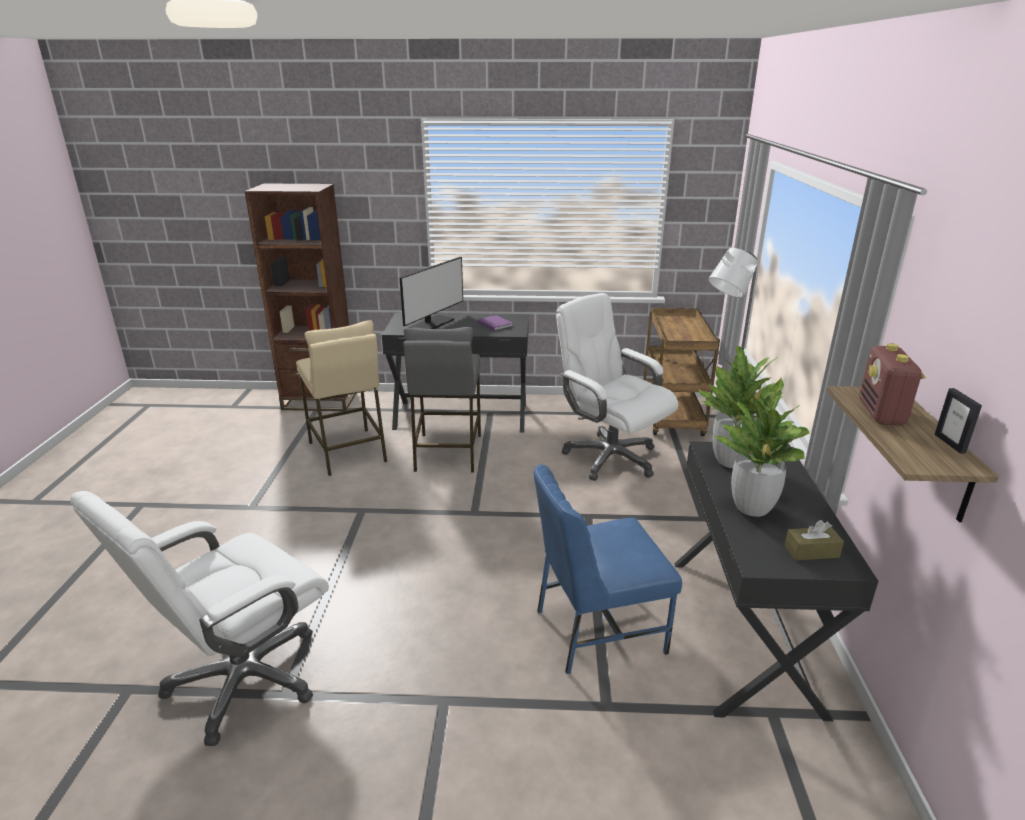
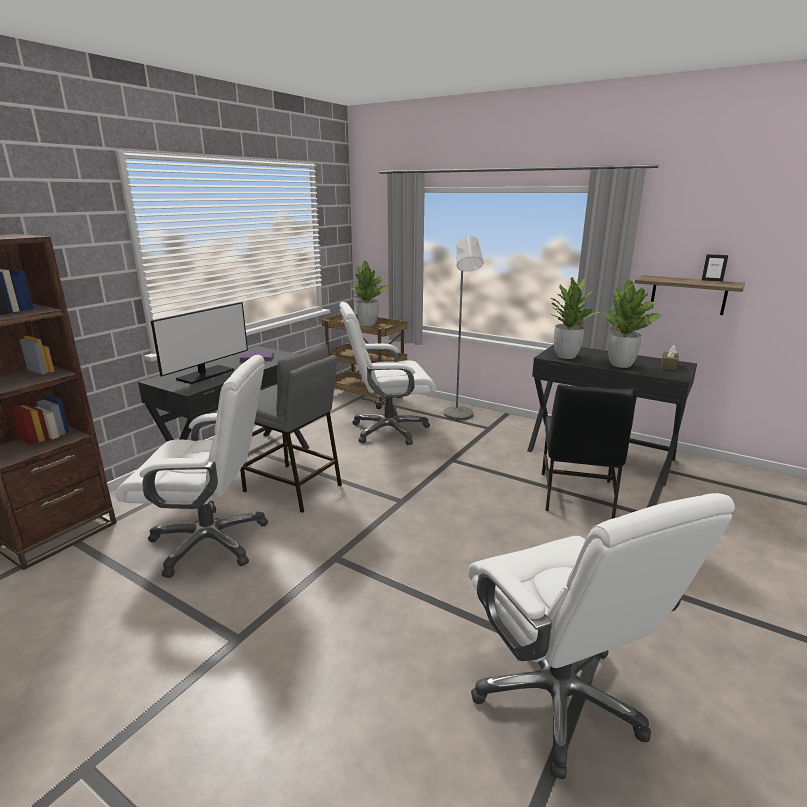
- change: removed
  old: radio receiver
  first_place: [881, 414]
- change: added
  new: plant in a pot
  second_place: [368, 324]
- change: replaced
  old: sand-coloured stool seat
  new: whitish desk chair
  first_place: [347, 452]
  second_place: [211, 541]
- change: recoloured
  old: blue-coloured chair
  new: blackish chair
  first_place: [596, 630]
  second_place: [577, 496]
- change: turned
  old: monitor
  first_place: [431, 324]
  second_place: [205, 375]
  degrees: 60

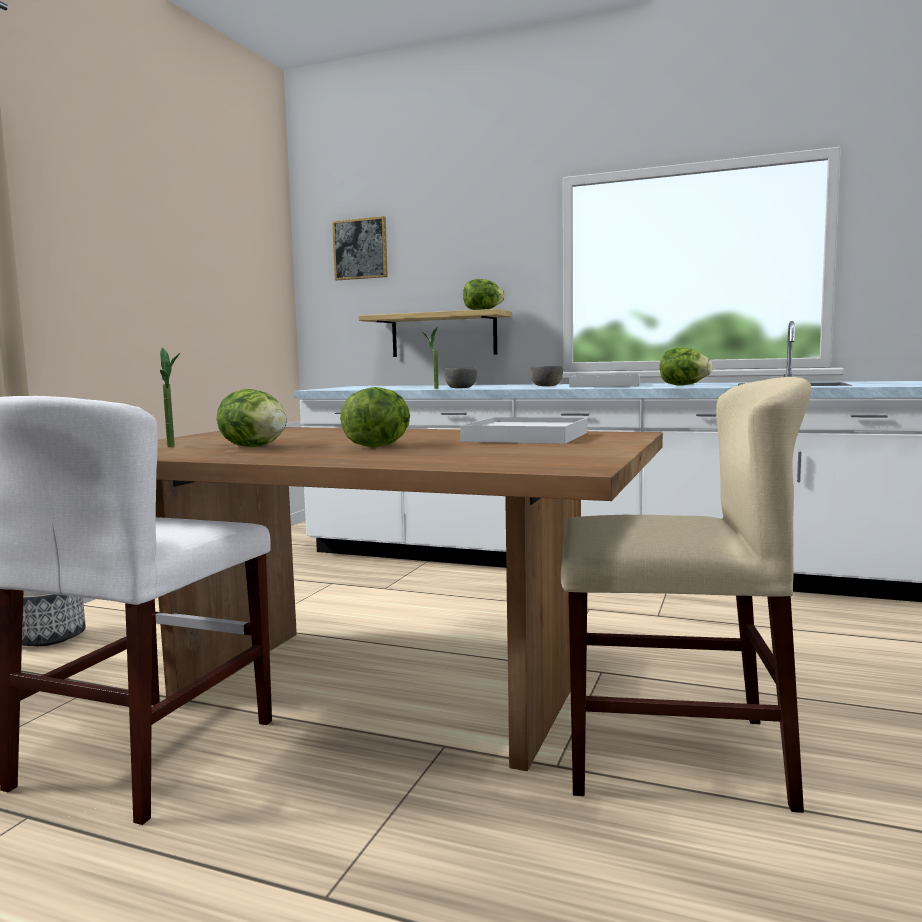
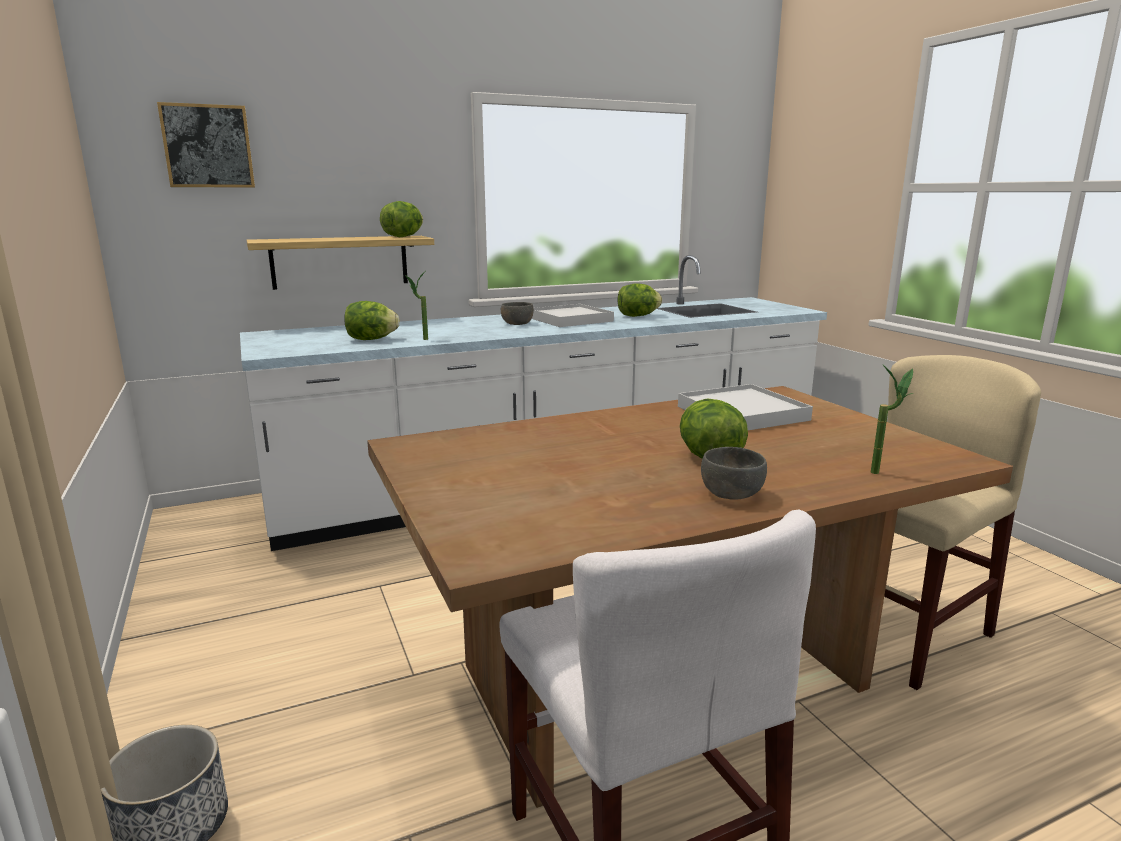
- change: moved
  old: plant in a pot
  first_place: [174, 447]
  second_place: [882, 472]
- change: moved
  old: lettuce head
  first_place: [254, 447]
  second_place: [371, 340]
- change: moved
  old: grey serving bowl
  first_place: [461, 388]
  second_place: [731, 493]

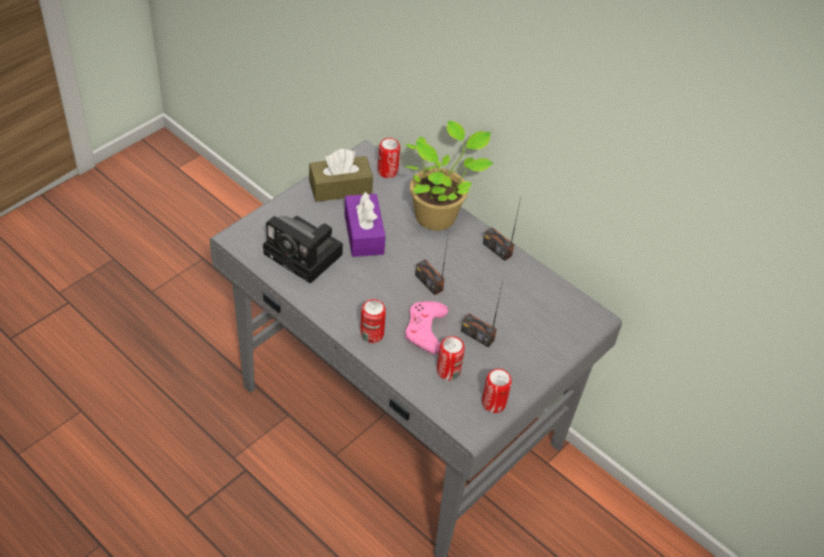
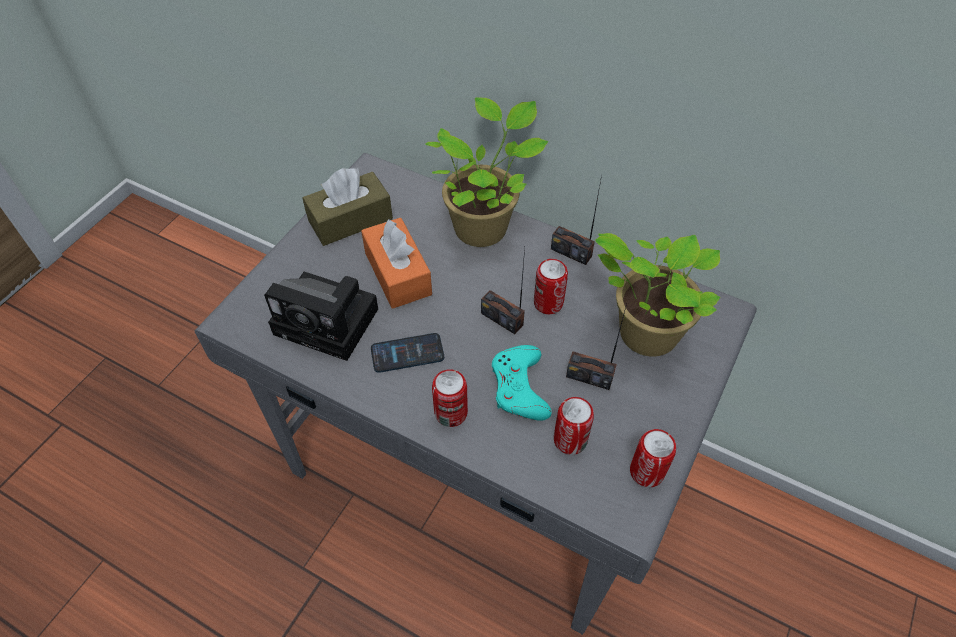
- change: added
  new: handset
  second_place: [407, 353]
- change: added
  new: plant in a pot
  second_place: [643, 334]
- change: moved
  old: sealed can
  first_place: [387, 171]
  second_place: [548, 303]
- change: recoloured
  old: purple-coloured box of tissues
  new: orange box of tissues
  first_place: [364, 234]
  second_place: [398, 273]
- change: recoloured
  old: pink game controller
  new: turquoise game controller
  first_place: [425, 330]
  second_place: [519, 387]

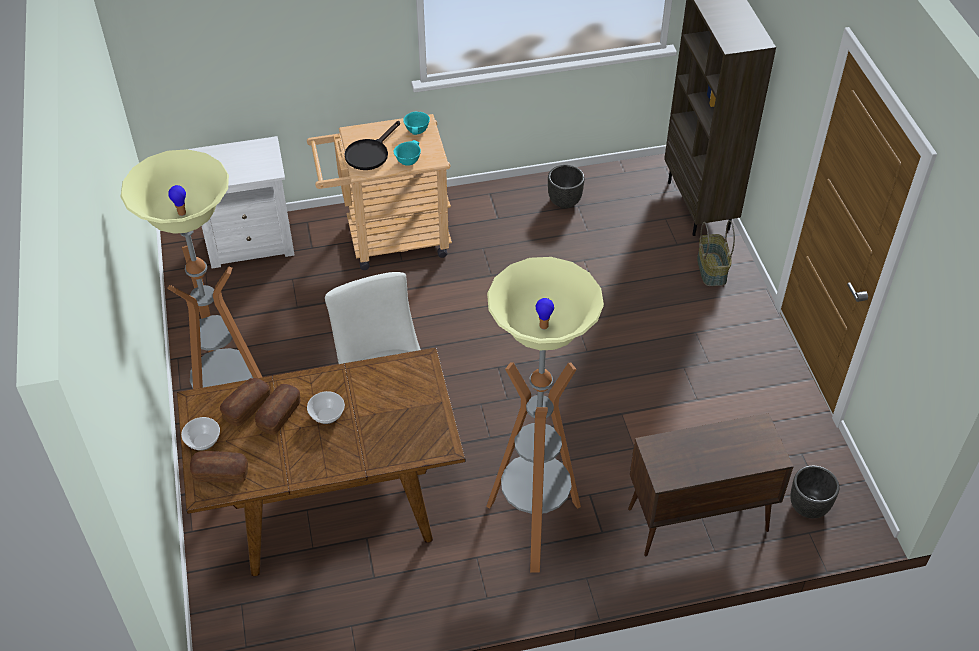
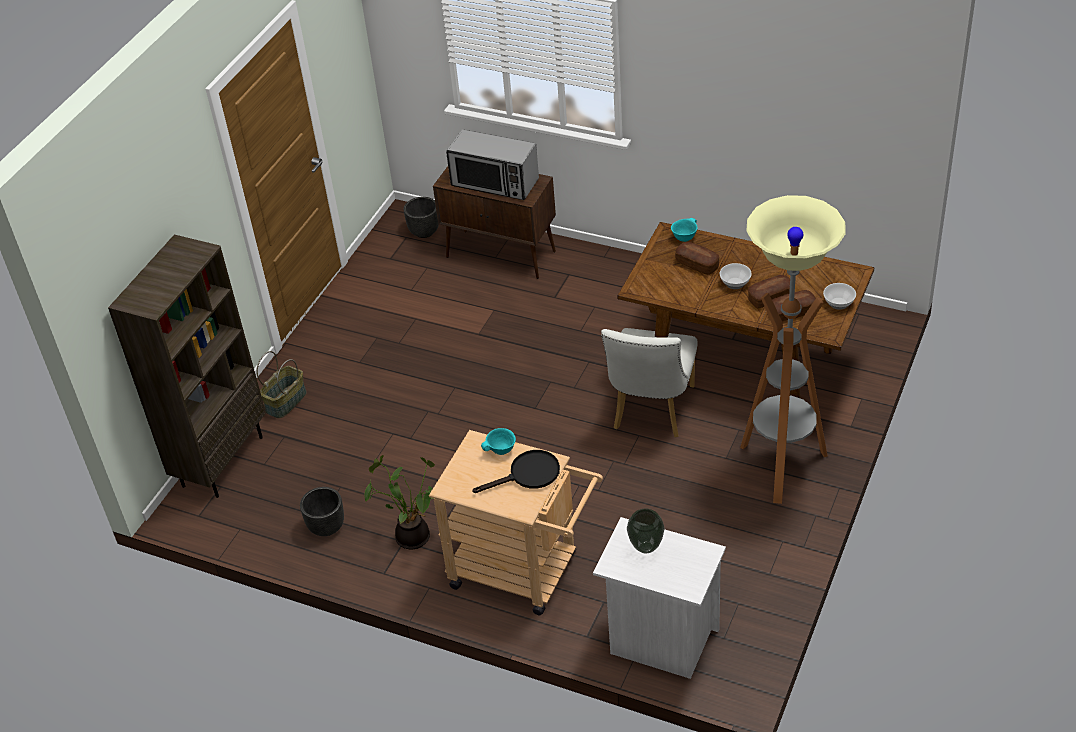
- change: removed
  old: standard lamp
  first_place: [534, 526]
- change: added
  new: plant in a pot
  second_place: [414, 535]
- change: added
  new: kitchen microwave
  second_place: [494, 183]
- change: added
  new: decorative vase
  second_place: [645, 547]
- change: moved
  old: bakery bread
  first_place: [221, 473]
  second_place: [697, 264]
- change: moved
  old: turquoise serving bowl
  first_place: [417, 131]
  second_place: [684, 237]

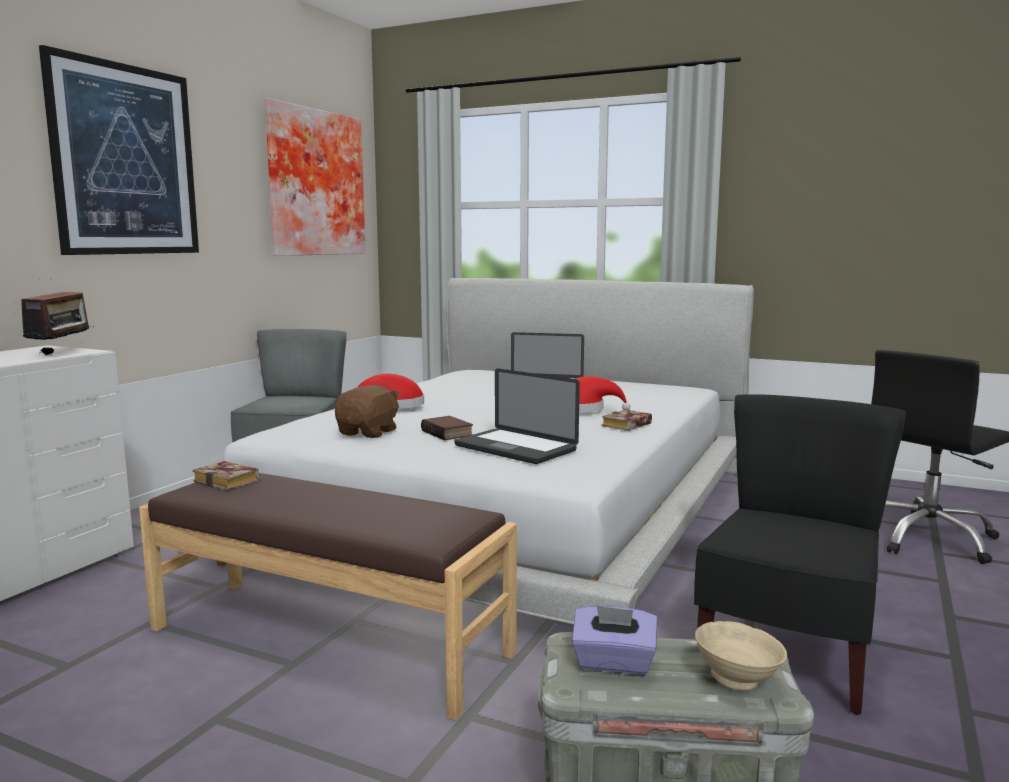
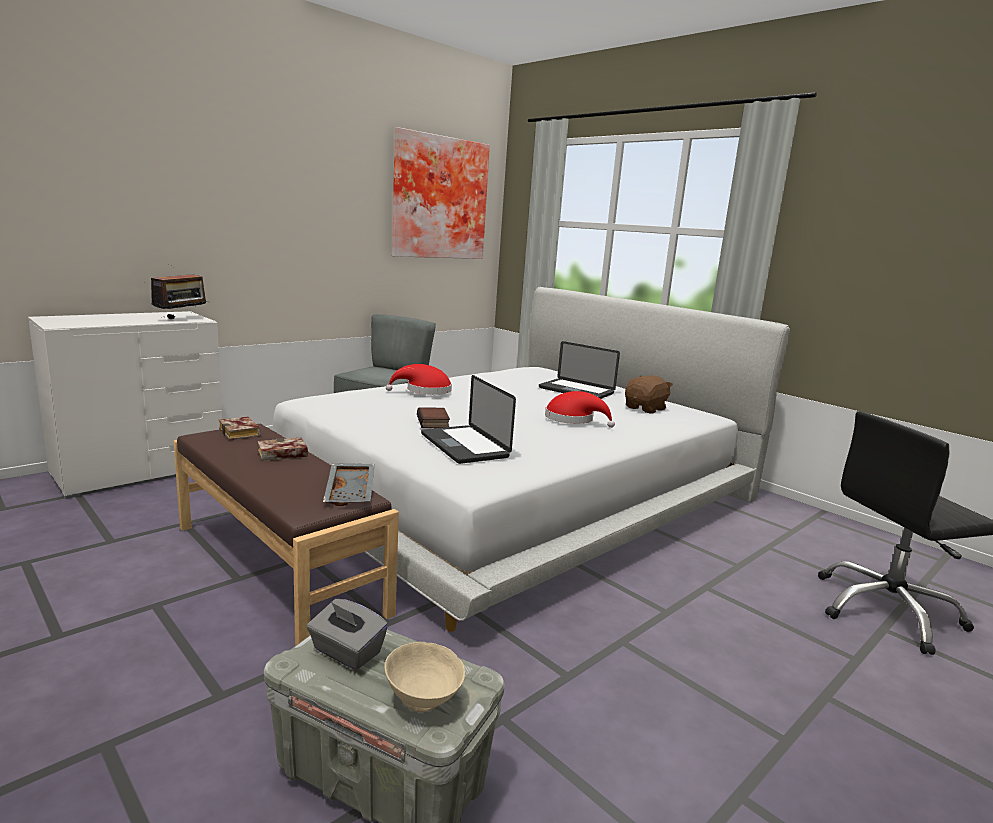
- change: removed
  old: wall art
  first_place: [125, 160]
- change: removed
  old: blackish chair
  first_place: [787, 656]
- change: added
  new: grey carrying tray
  second_place: [351, 492]
- change: moved
  old: brownish cuddly toy
  first_place: [368, 432]
  second_place: [645, 408]
- change: moved
  old: bound book
  first_place: [627, 425]
  second_place: [280, 455]
- change: recoloured
  old: purple-coloured box of tissues
  new: grey box of tissues
  first_place: [613, 663]
  second_place: [346, 652]

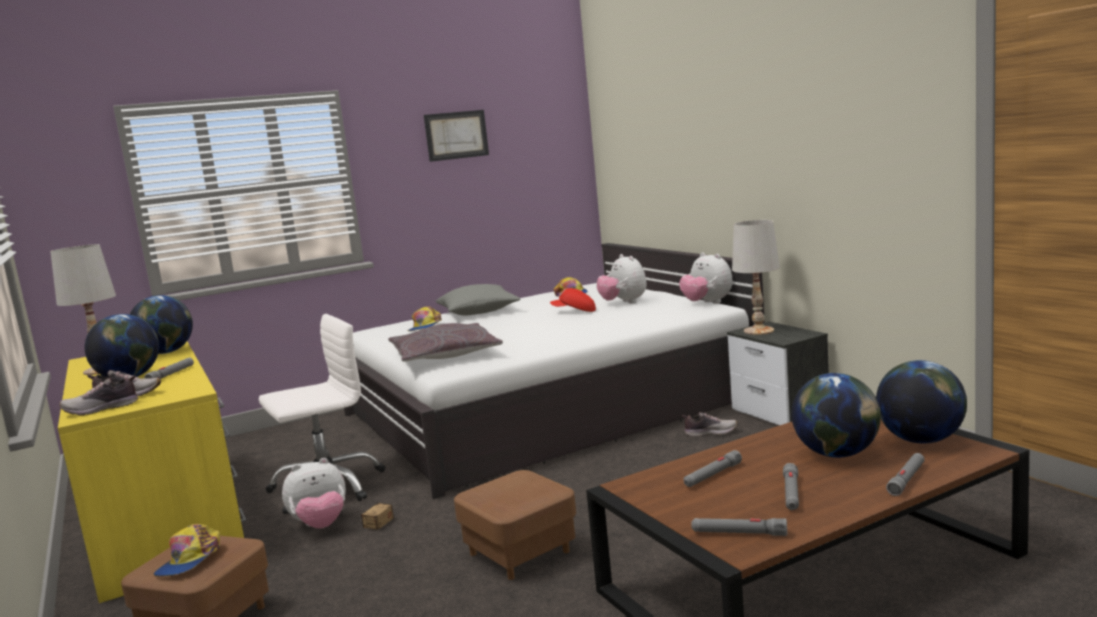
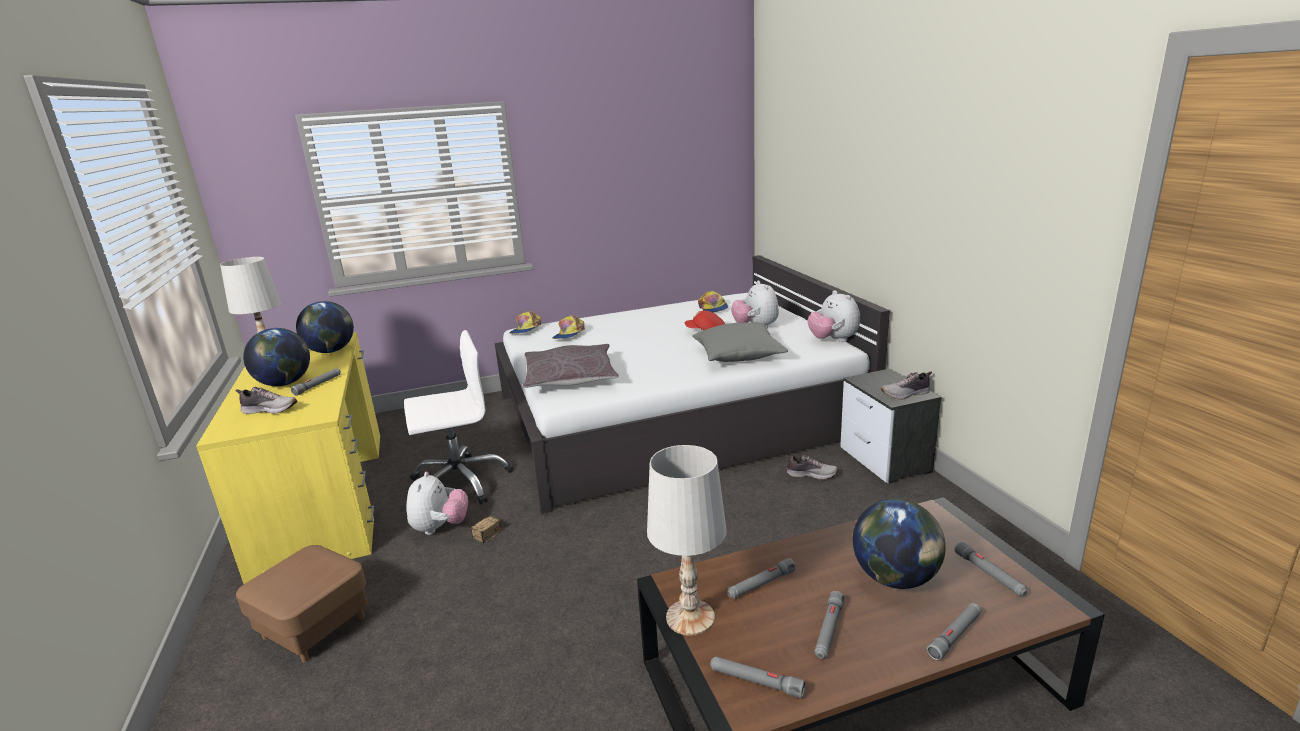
- change: removed
  old: wall art
  first_place: [456, 135]
- change: removed
  old: brownish footrest
  first_place: [520, 552]
- change: moved
  old: shoe
  first_place: [102, 409]
  second_place: [906, 394]
- change: moved
  old: baseball cap
  first_place: [190, 561]
  second_place: [526, 329]
- change: moved
  old: grey pillow
  first_place: [478, 312]
  second_place: [738, 355]
- change: moved
  old: whitish tabletop lamp
  first_place: [758, 330]
  second_place: [690, 617]
- change: replaced
  old: globe
  new: grey torch
  first_place: [920, 440]
  second_place: [989, 574]
- change: turned
  old: cuddly toy
  first_place: [320, 525]
  second_place: [440, 528]
  degrees: -75

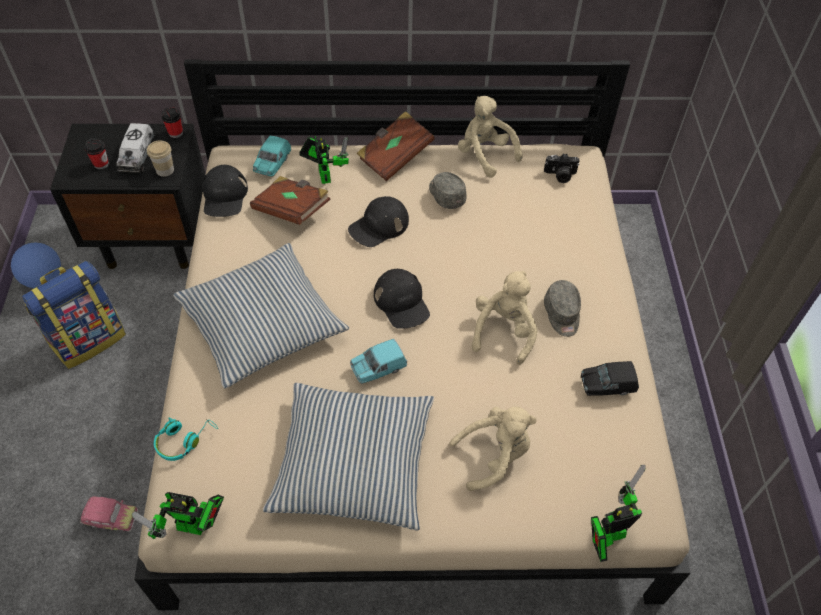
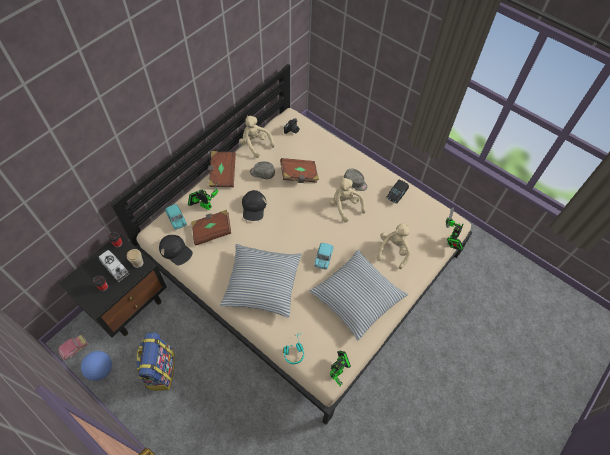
- change: removed
  old: blackish baseball cap
  first_place: [401, 302]
- change: added
  new: brownish bound book
  second_place: [299, 175]
- change: moved
  old: miniature car
  first_place: [111, 518]
  second_place: [74, 348]
- change: turned
  old: sand-coloured cuddly toy
  first_place: [485, 154]
  second_place: [255, 144]
  degrees: 45

